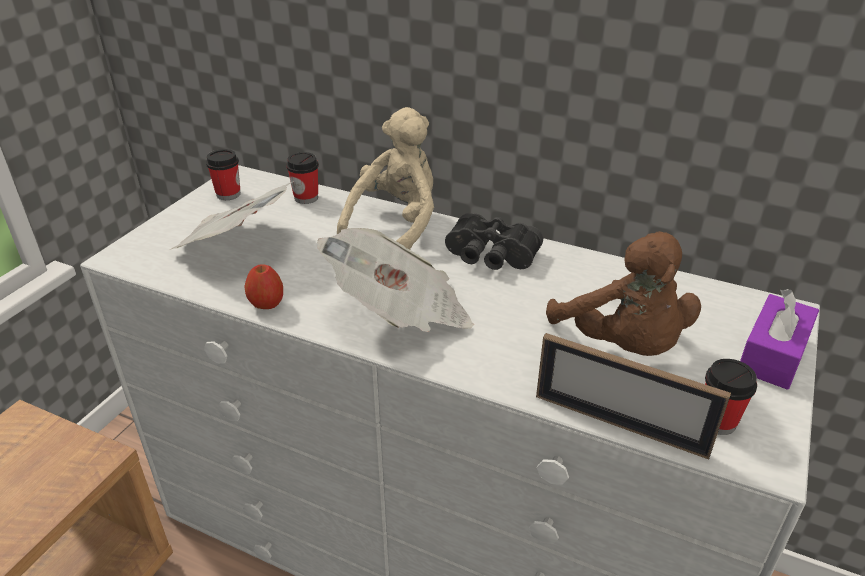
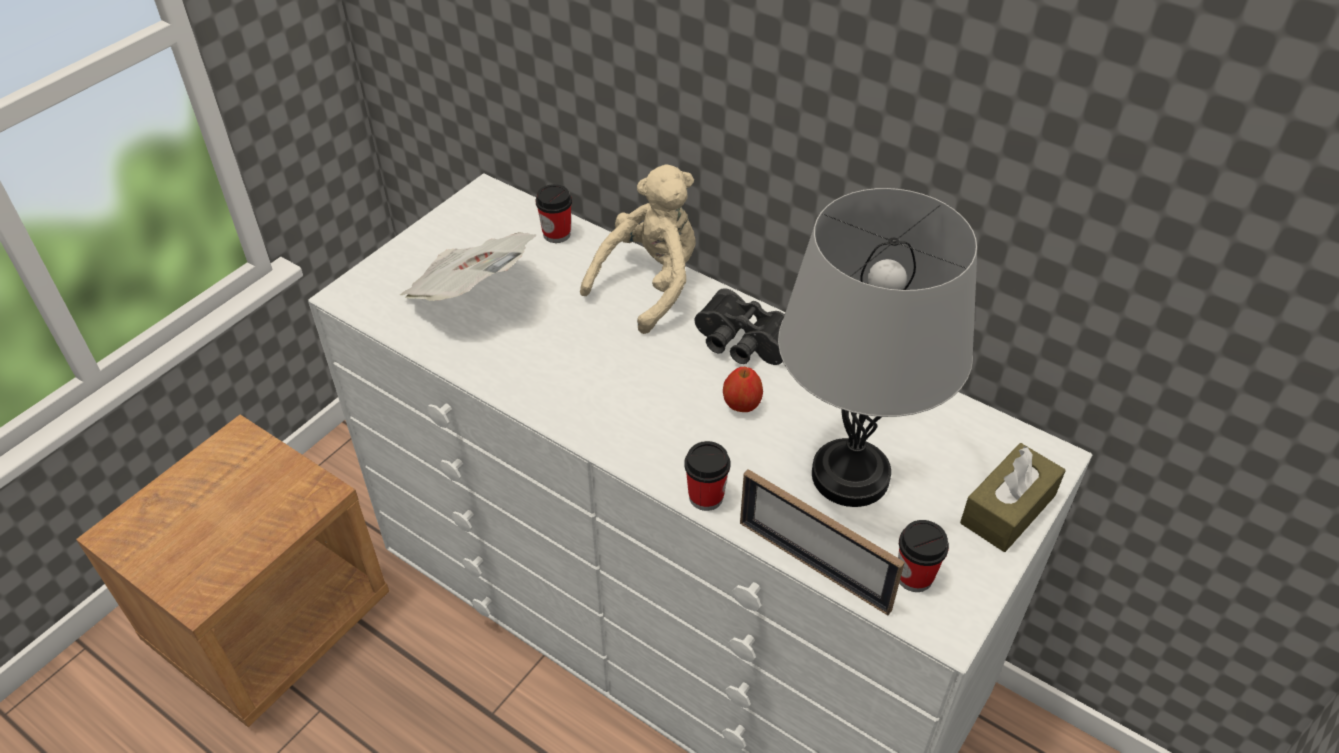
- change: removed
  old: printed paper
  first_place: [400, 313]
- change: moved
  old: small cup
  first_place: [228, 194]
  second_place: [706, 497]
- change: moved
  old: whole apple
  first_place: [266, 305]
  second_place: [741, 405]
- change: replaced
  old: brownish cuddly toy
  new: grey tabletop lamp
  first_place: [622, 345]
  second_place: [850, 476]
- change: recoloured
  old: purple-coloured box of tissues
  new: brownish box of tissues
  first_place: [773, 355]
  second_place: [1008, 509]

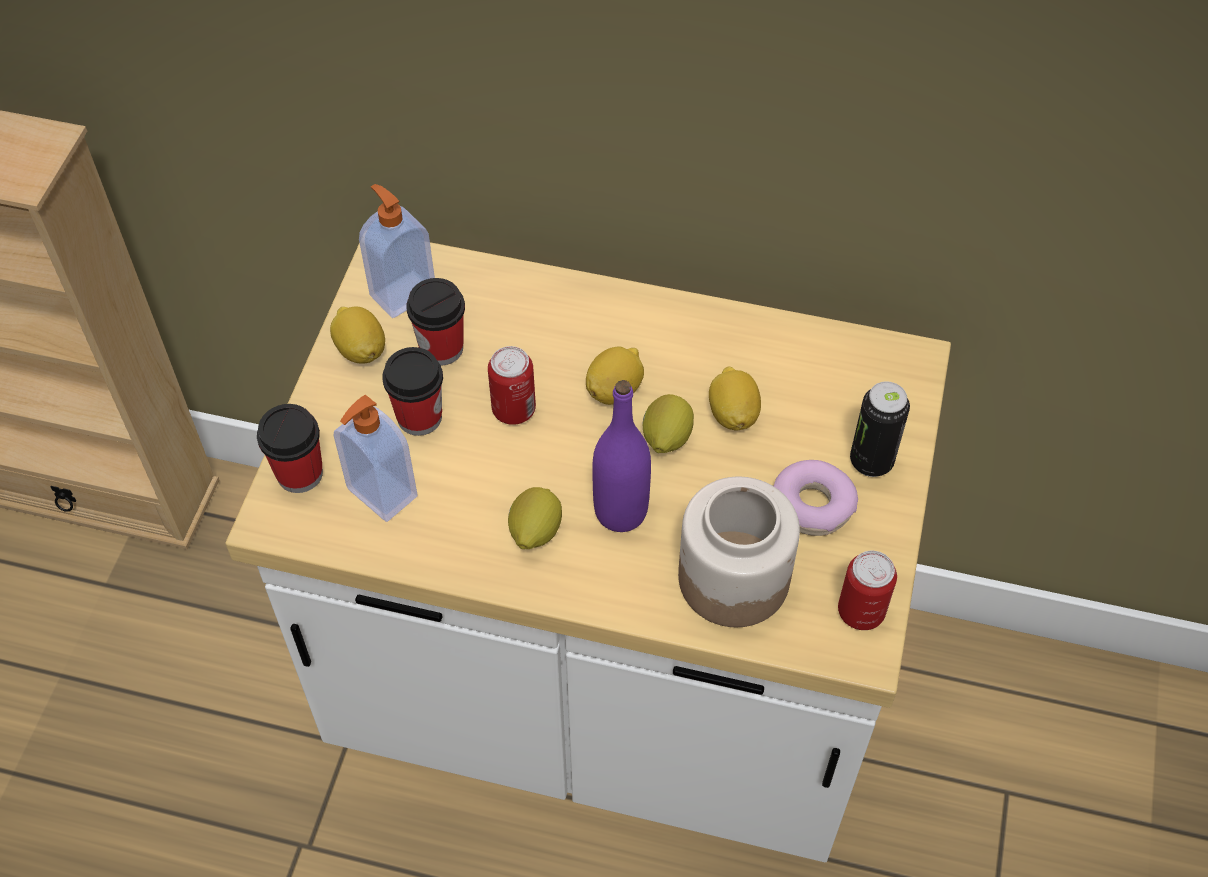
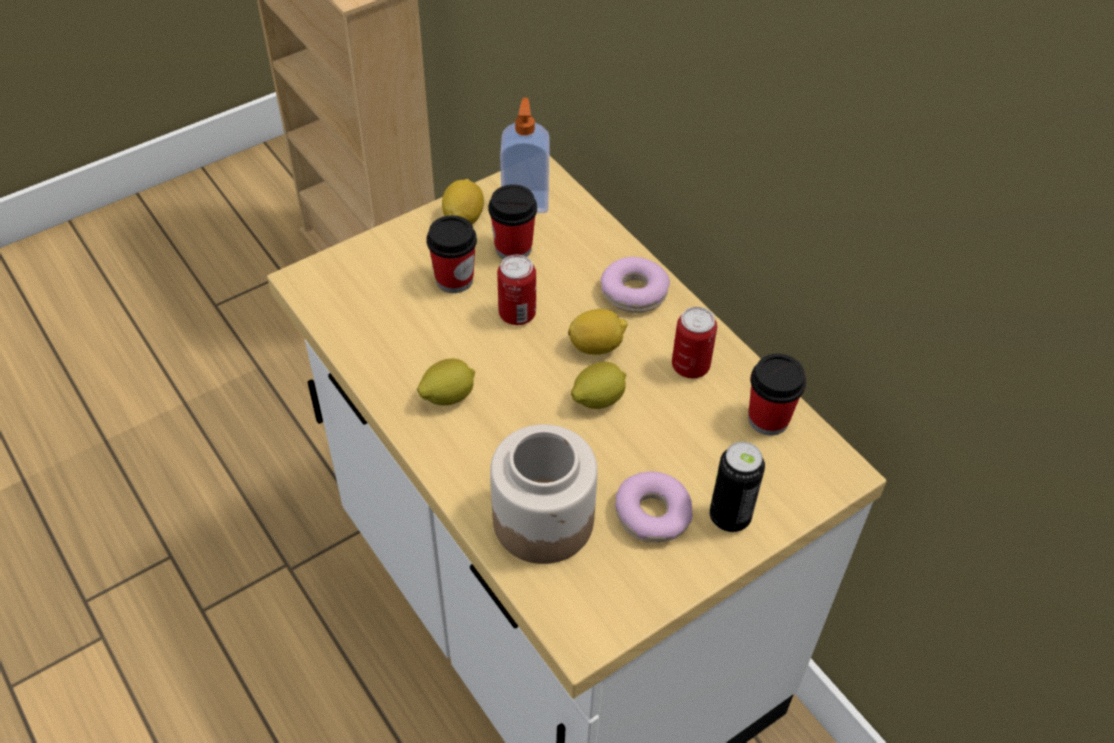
- change: removed
  old: soap dispenser
  first_place: [380, 494]
- change: removed
  old: purple-coloured drink bottle
  first_place: [620, 511]
- change: removed
  old: citrus fruit
  first_place: [733, 414]
- change: added
  new: doughnut
  second_place: [634, 292]
- change: moved
  old: small cup
  first_place: [299, 473]
  second_place: [768, 419]
- change: moved
  old: sealed can
  first_place: [861, 611]
  second_place: [690, 366]

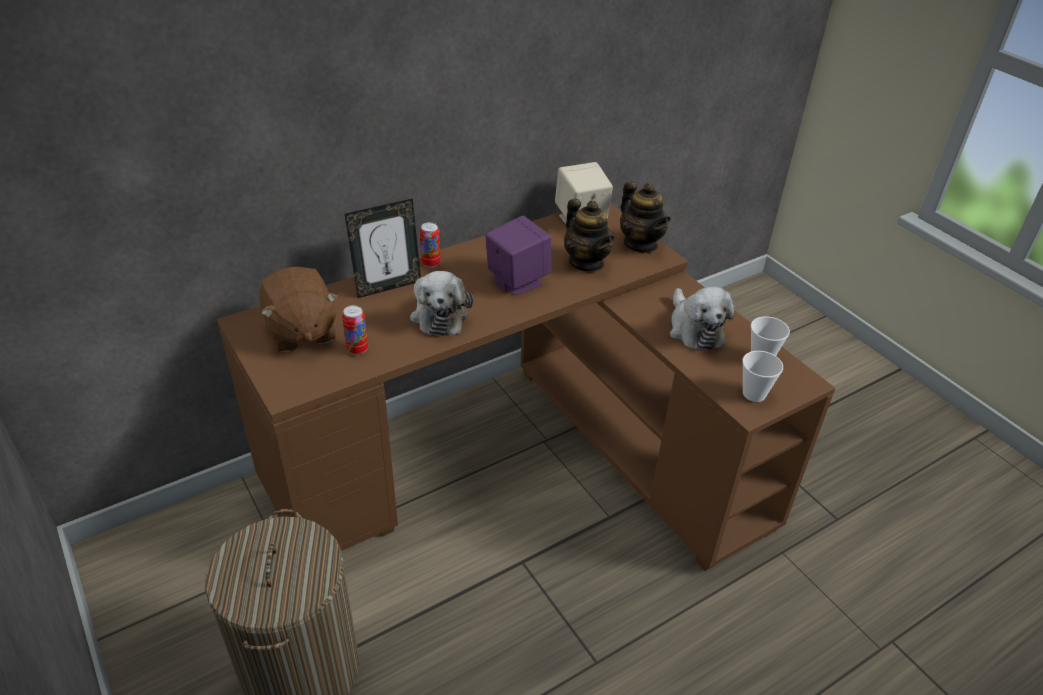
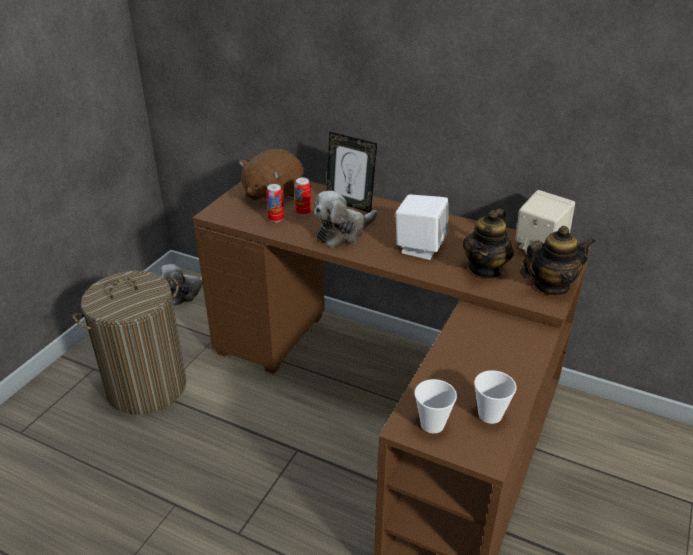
- change: moved
  old: sealed can
  first_place: [431, 263]
  second_place: [303, 212]
- change: moved
  old: cuddly toy
  first_place: [694, 329]
  second_place: [184, 292]
- change: recoloured
  old: purple-coloured speaker
  new: whitish speaker
  first_place: [517, 281]
  second_place: [420, 247]
- change: turned
  old: pot for tea
  first_place: [640, 244]
  second_place: [551, 286]
  degrees: -135

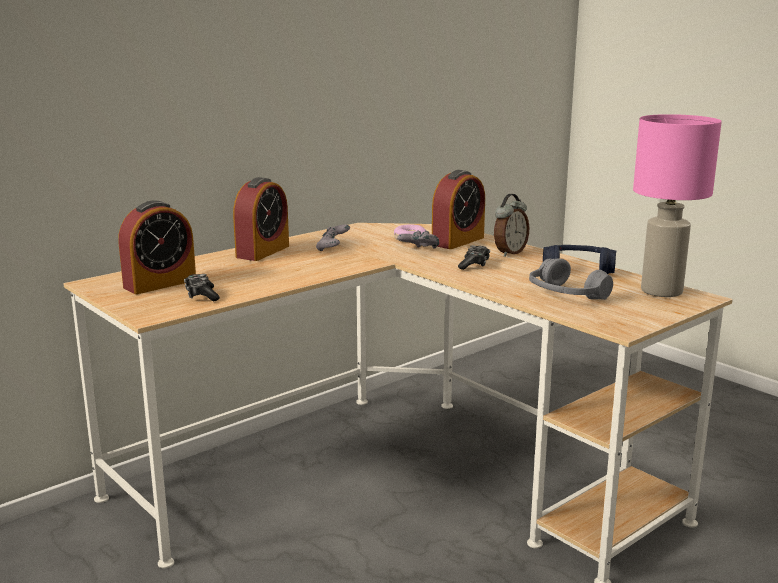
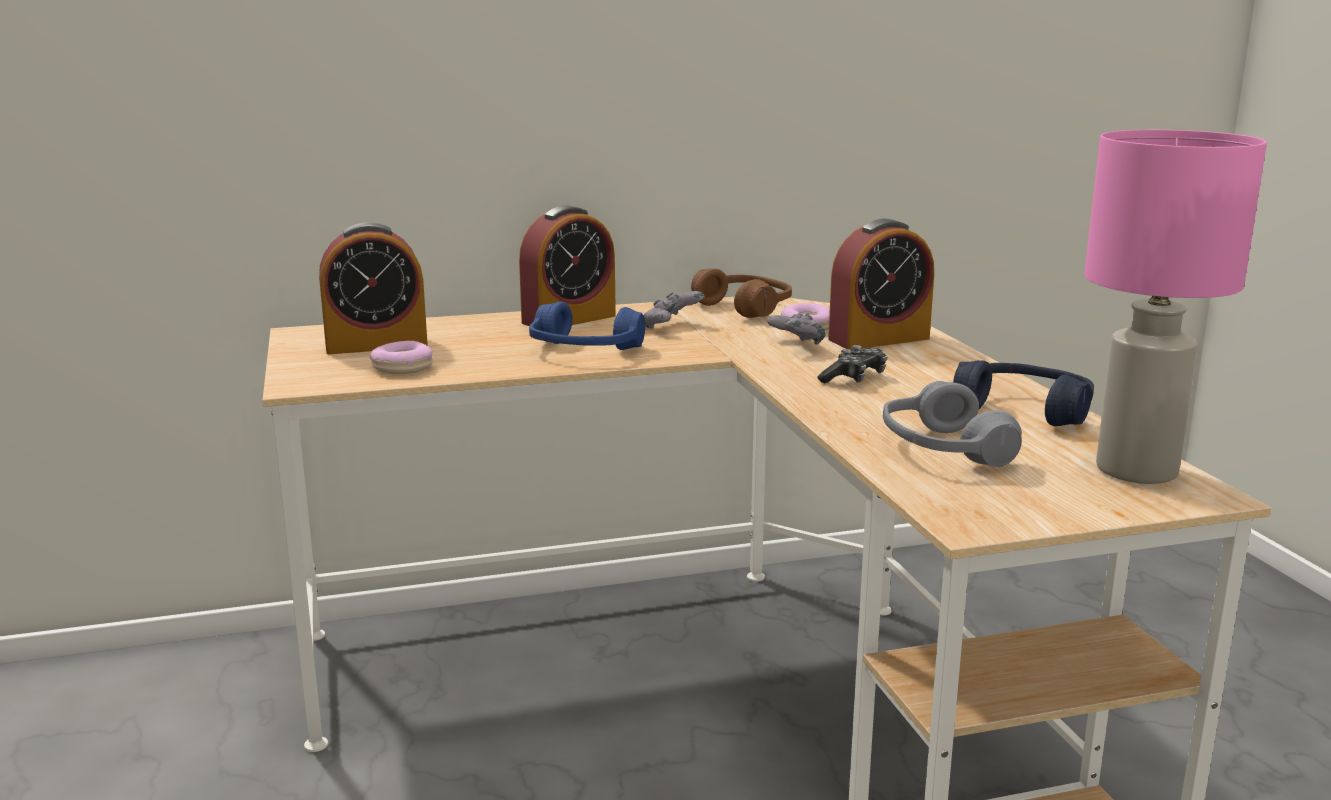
- change: removed
  old: alarm clock
  first_place: [509, 253]
- change: added
  new: blue-coloured headphones
  second_place: [584, 351]
- change: added
  new: brownish headphones
  second_place: [744, 308]
- change: replaced
  old: game controller
  new: doughnut
  first_place: [201, 295]
  second_place: [402, 367]

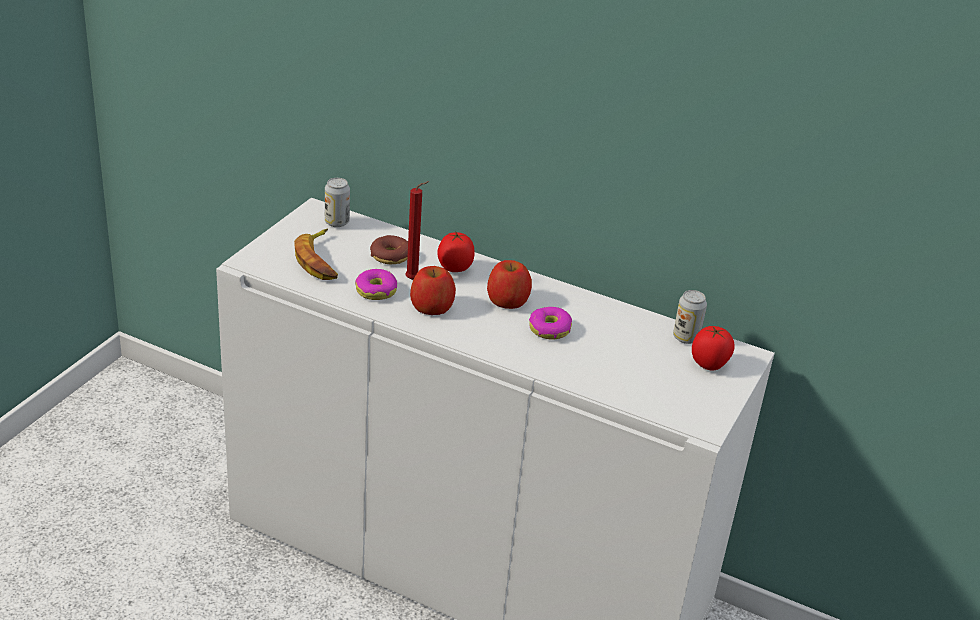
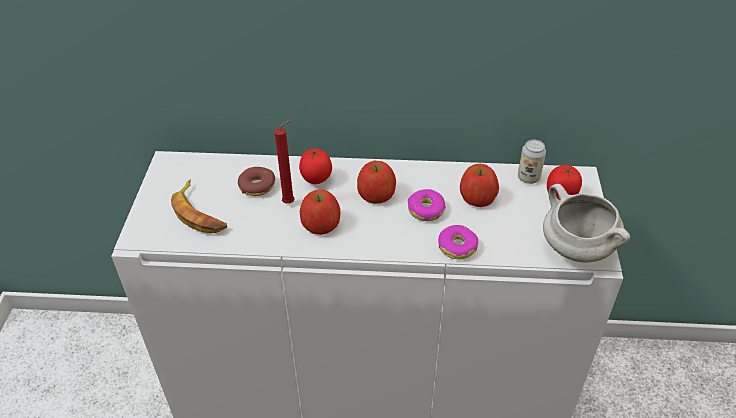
- change: removed
  old: sealed can
  first_place: [337, 222]
- change: added
  new: whole apple
  second_place: [477, 197]
- change: added
  new: whitish saucepot
  second_place: [575, 248]
- change: moved
  old: doughnut
  first_place: [376, 290]
  second_place: [457, 246]

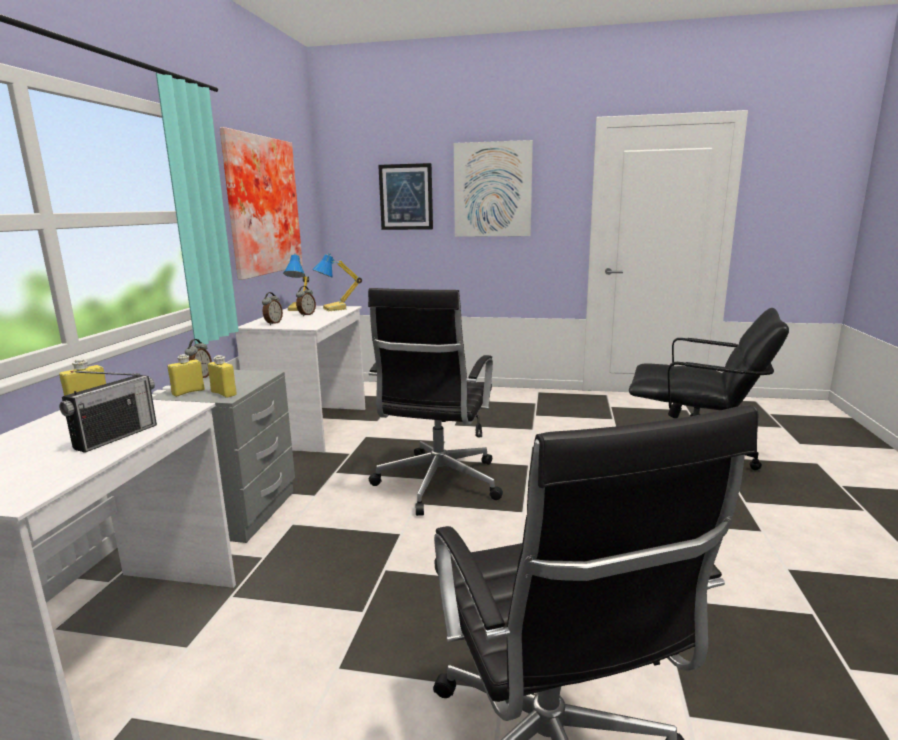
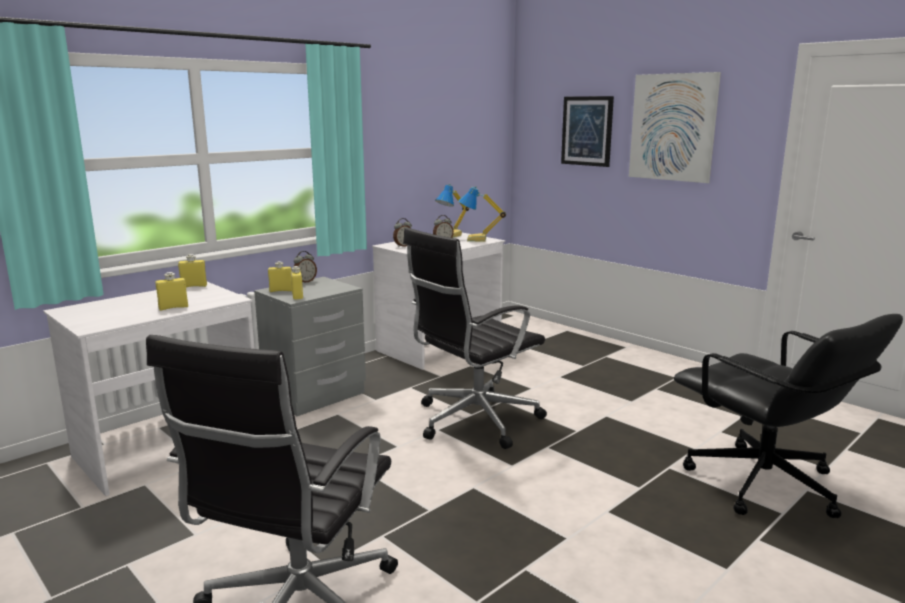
- change: removed
  old: wall art
  first_place: [260, 206]
- change: replaced
  old: radio receiver
  new: yellowish drink bottle
  first_place: [116, 436]
  second_place: [173, 307]

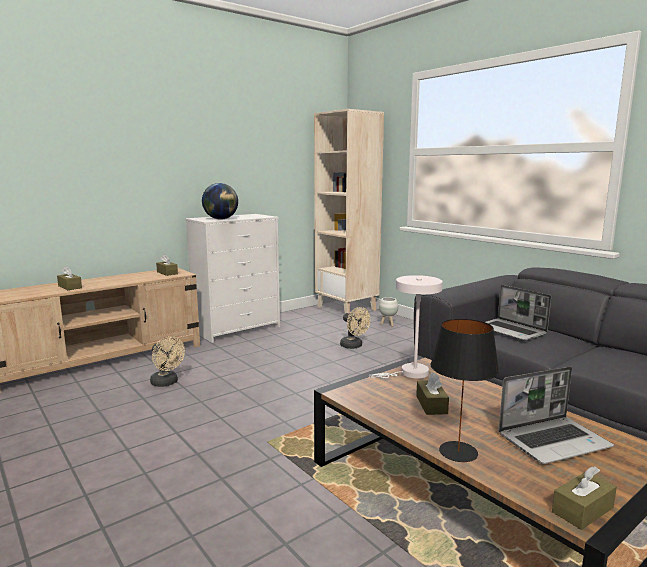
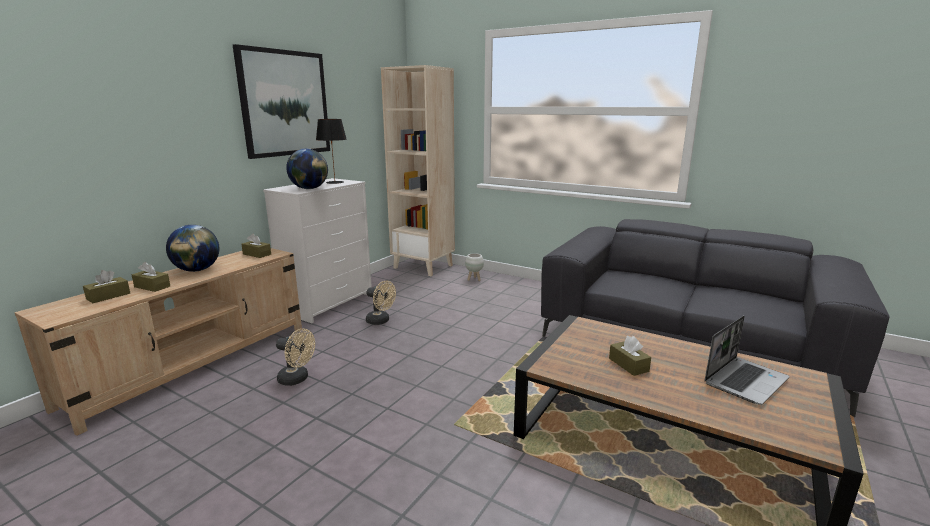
- change: removed
  old: whitish tabletop lamp
  first_place: [410, 373]
- change: removed
  old: notebook computer
  first_place: [511, 331]
- change: added
  new: globe
  second_place: [197, 270]
- change: added
  new: wall art
  second_place: [285, 103]
- change: moved
  old: sand-coloured cooling fan
  first_place: [354, 346]
  second_place: [381, 321]
- change: moved
  old: blackish tabletop lamp
  first_place: [459, 452]
  second_place: [335, 182]
- change: moved
  old: brownish box of tissues
  first_place: [582, 510]
  second_place: [108, 296]

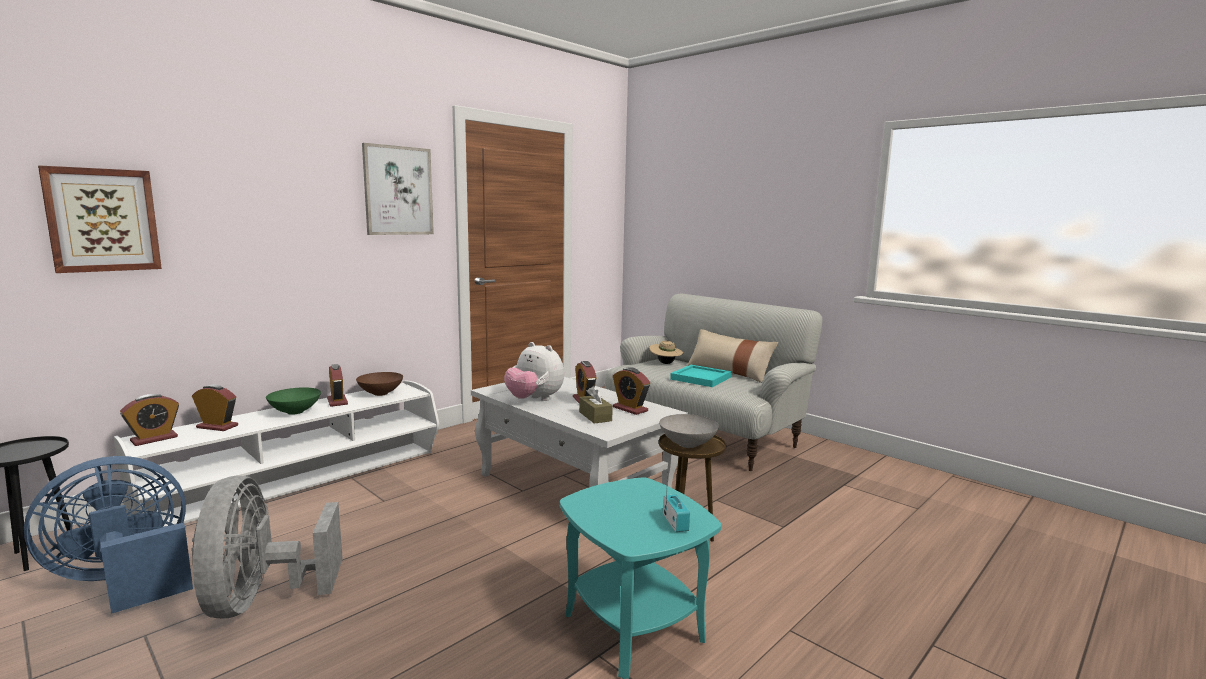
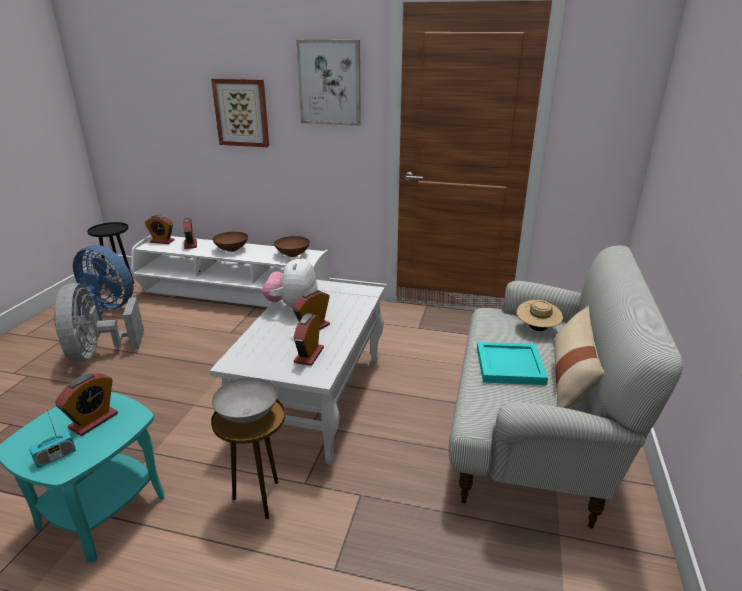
- change: removed
  old: brownish box of tissues
  first_place: [595, 416]
- change: moved
  old: wall art
  first_place: [102, 220]
  second_place: [242, 112]
- change: moved
  old: alarm clock
  first_place: [337, 401]
  second_place: [93, 421]
- change: recoloured
  old: greenish serving bowl
  new: brownish serving bowl
  first_place: [294, 412]
  second_place: [231, 249]
- change: turned
  old: grey cooling fan
  first_place: [261, 599]
  second_place: [98, 353]
  degrees: -60

